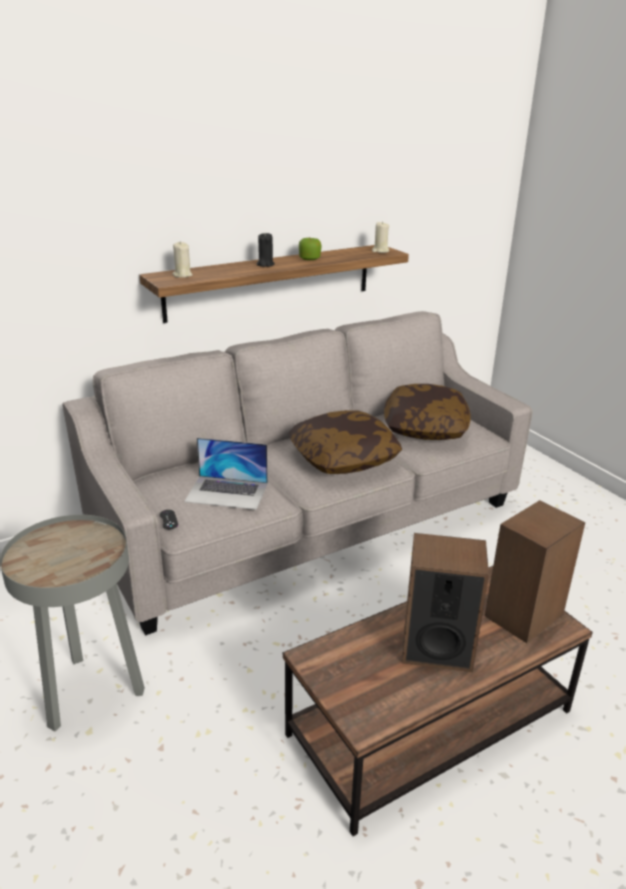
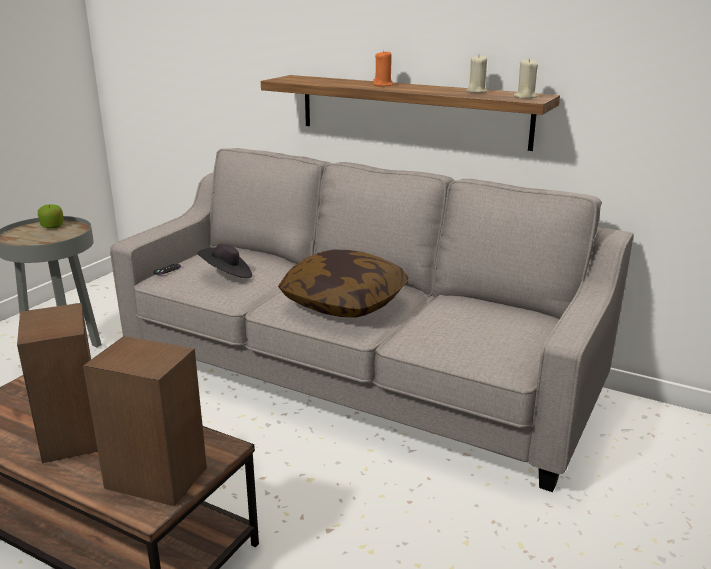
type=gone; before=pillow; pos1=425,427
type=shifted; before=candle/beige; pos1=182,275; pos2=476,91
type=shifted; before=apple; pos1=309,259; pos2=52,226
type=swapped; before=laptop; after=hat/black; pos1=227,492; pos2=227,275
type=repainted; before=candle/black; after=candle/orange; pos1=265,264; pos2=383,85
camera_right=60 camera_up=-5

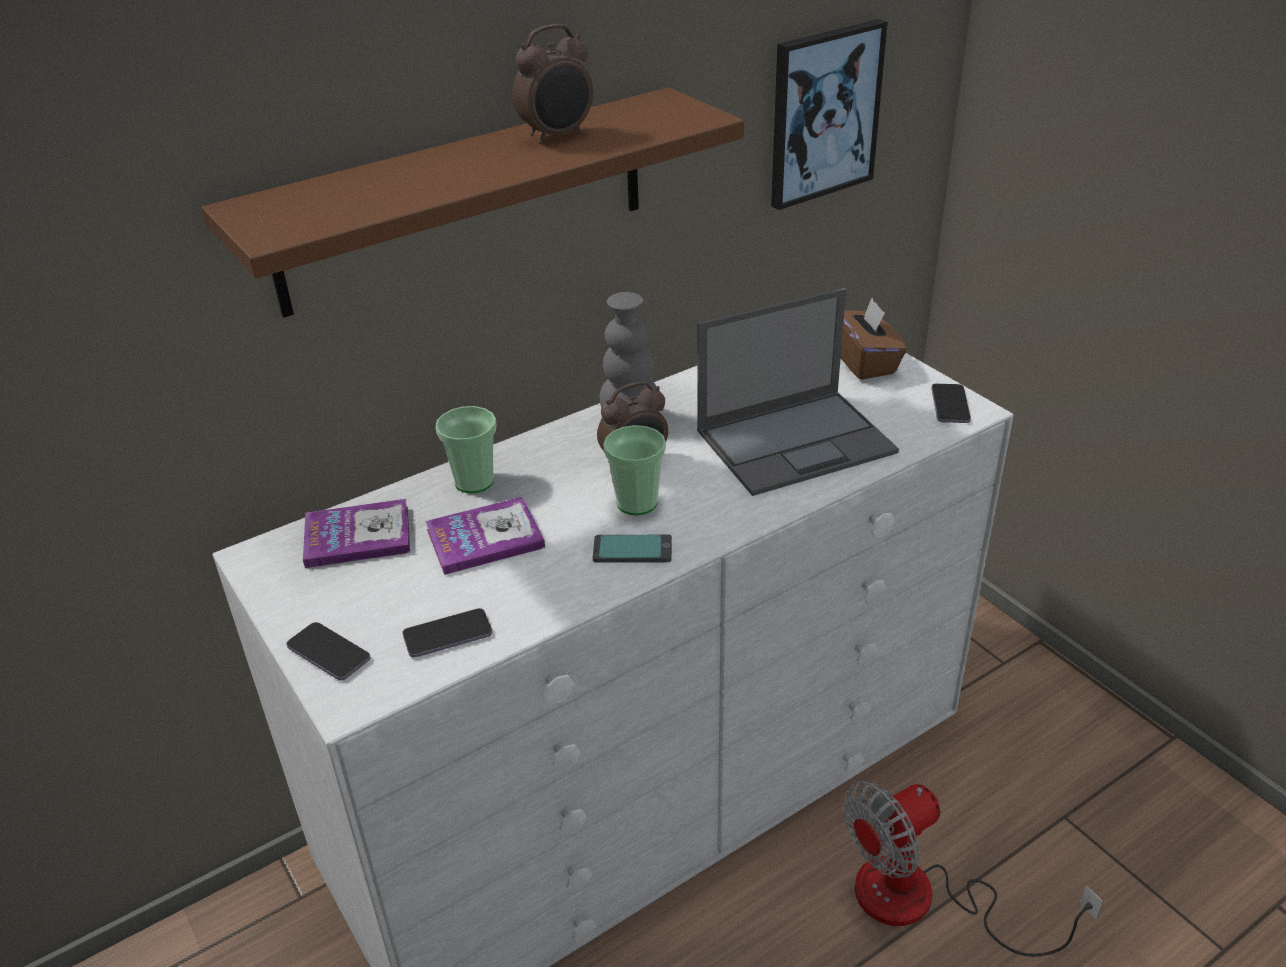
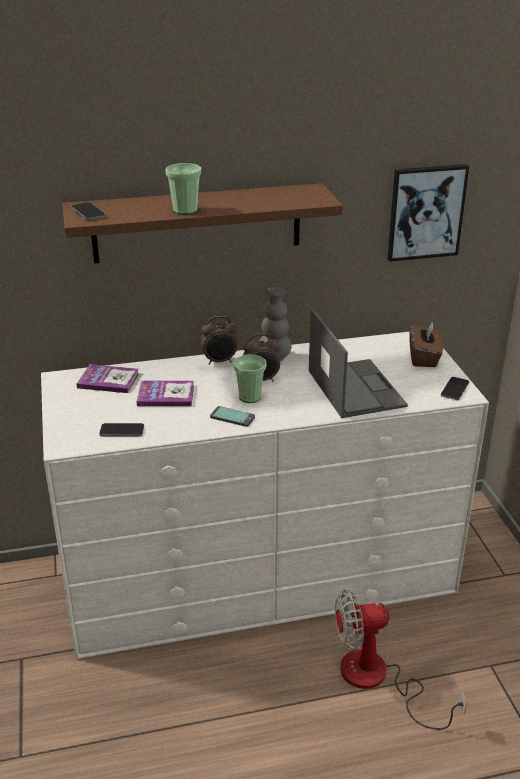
type=shifted; before=phone; pos1=329,653; pos2=88,213
type=shifted; before=cup; pos1=474,481; pos2=185,210
type=shifted; before=alarm clock; pos1=558,136; pos2=220,361
type=rotated; before=laptop; pos1=797,441; pos2=354,388; turn=-105
camera_right=20 camera_up=-5

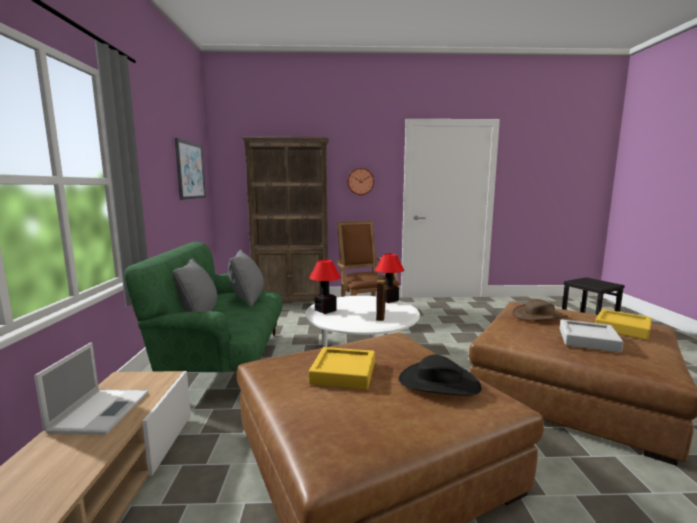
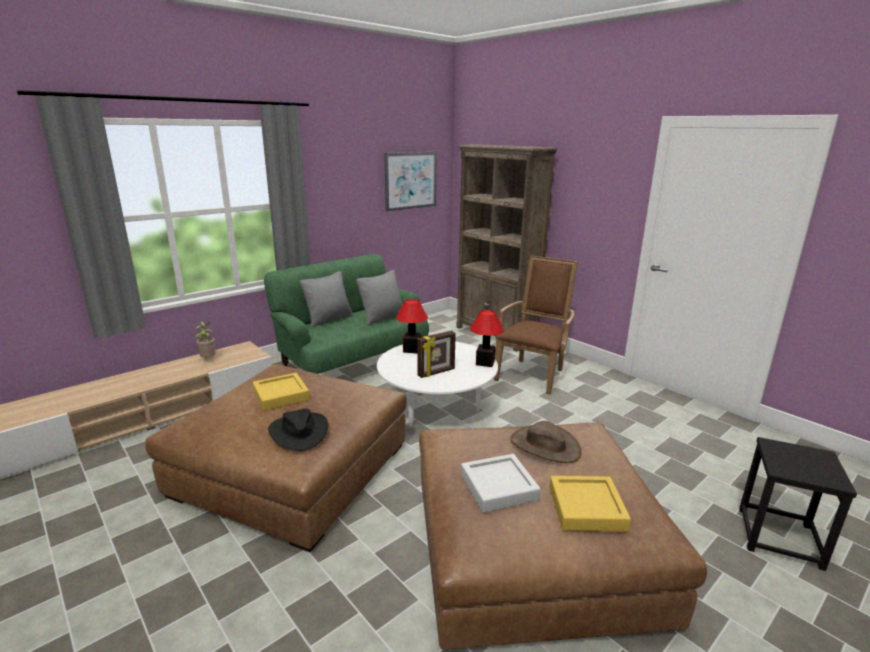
type=gone; before=wall clock; pos1=360,181
type=swapped; before=laptop; after=potted plant; pos1=101,410; pos2=208,359
camera_right=50 camera_up=10

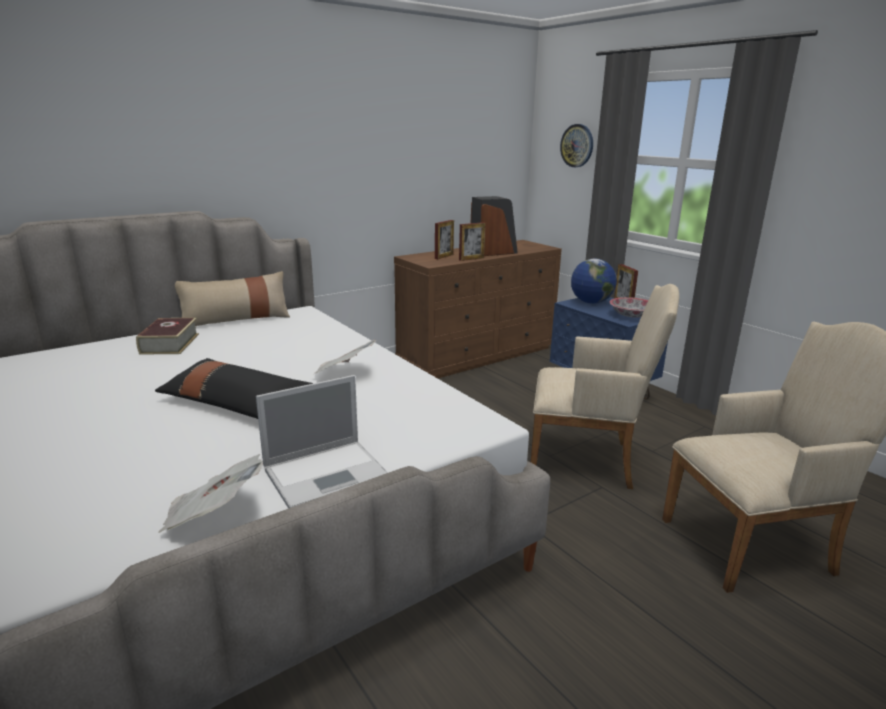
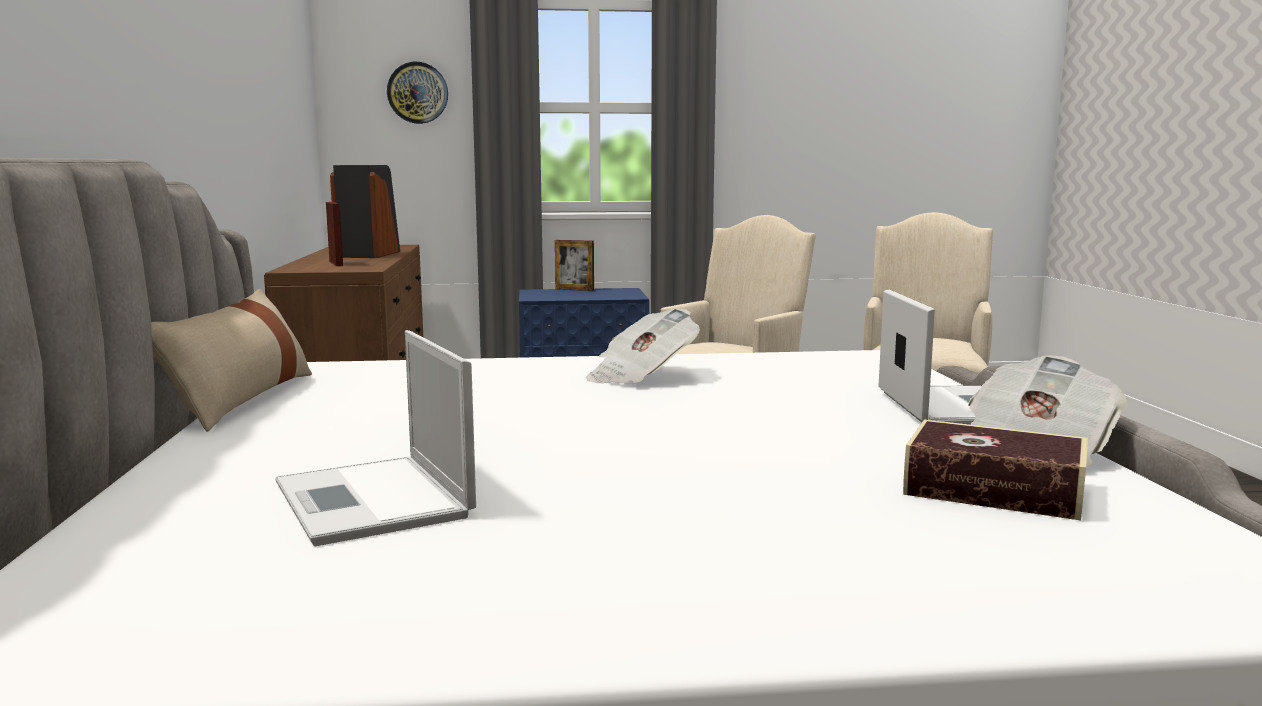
type=gone; before=pillow/black; pos1=236,404
type=gone; before=picture frame; pos1=471,259
type=gone; before=globe; pos1=591,302
type=gone; before=bowl; pos1=631,315
type=new; after=laptop; pos2=374,501
type=shifted; before=book; pos1=170,343; pos2=994,490
camera_right=-60 camera_up=-10

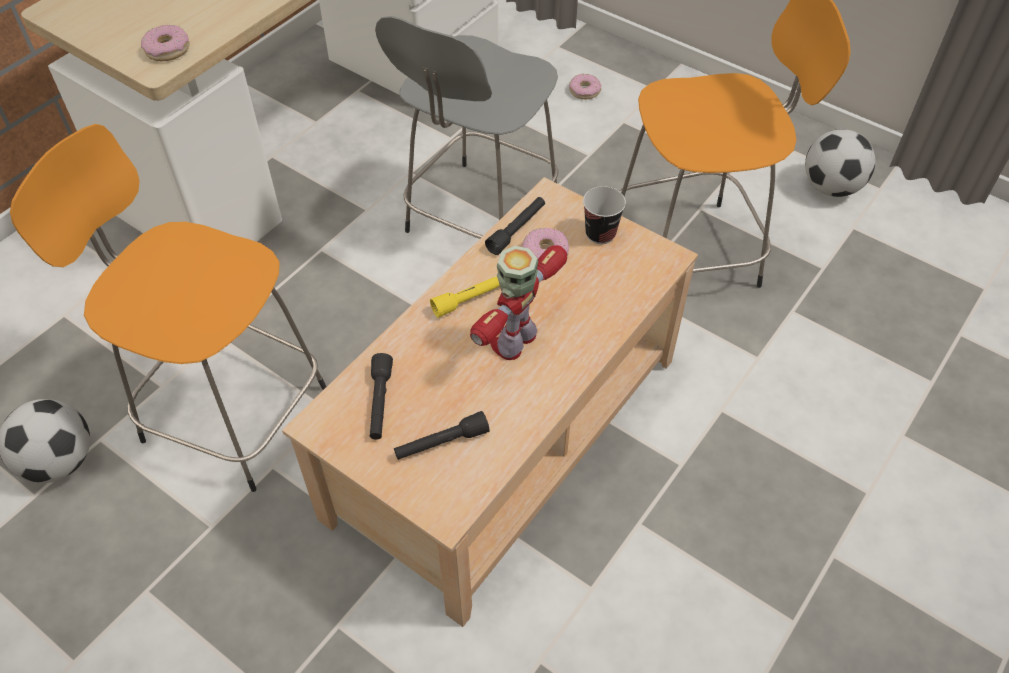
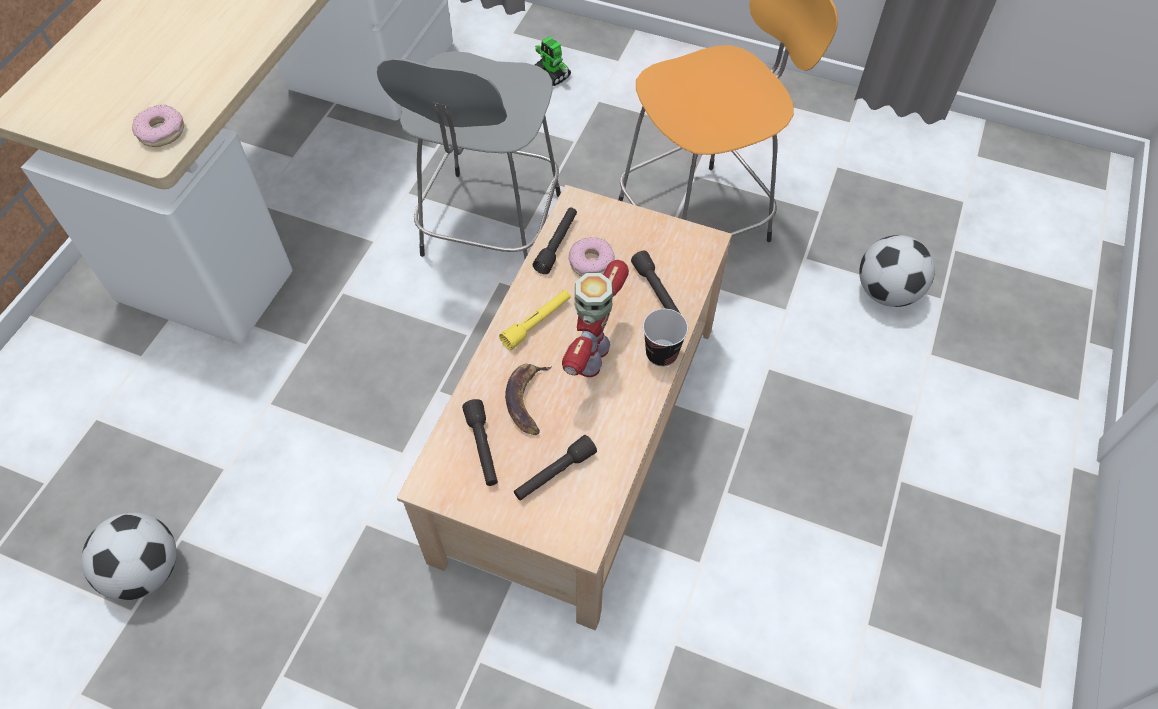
type=gone; before=stool/orange; pos1=229,411
type=new; after=banana; pos2=527,400
type=new; after=flashlight/black; pos2=656,292
type=shifted; before=cup; pos1=600,234; pos2=661,354
type=shifted; before=football; pos1=830,187; pos2=886,292
type=swapped; before=donut; after=toy robot; pos1=584,91; pos2=552,75
camera_right=-15 camera_up=5

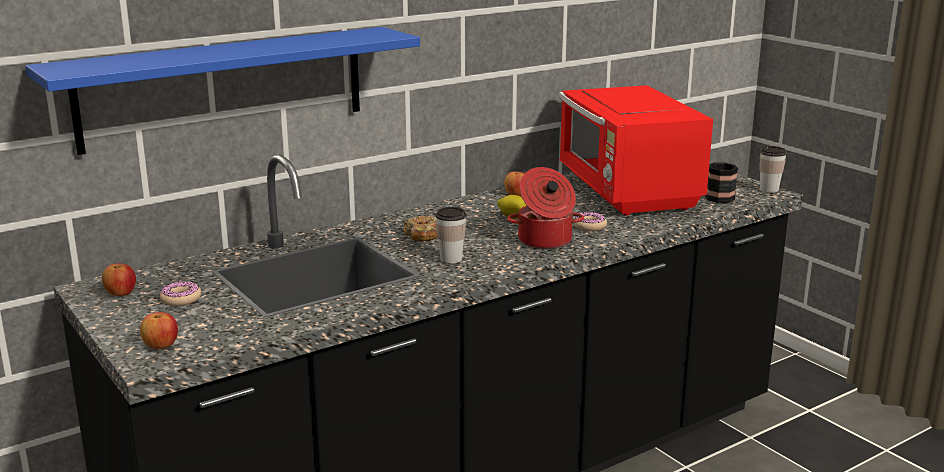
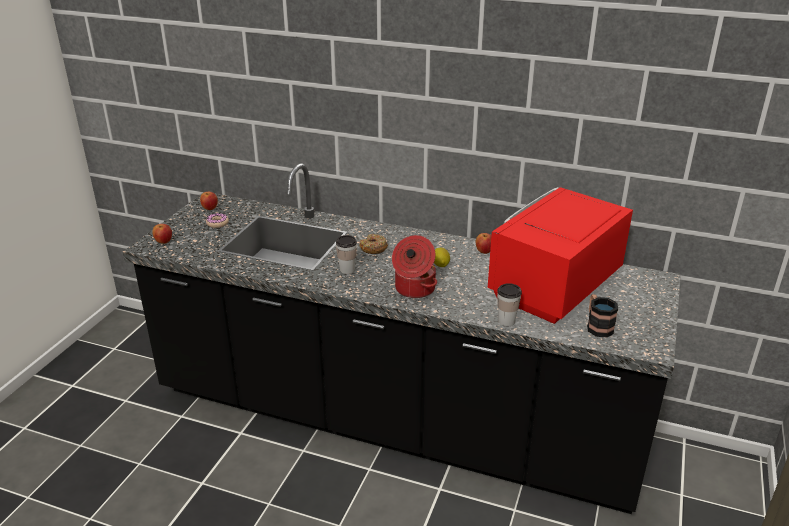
type=gone; before=shelf/blue; pos1=224,88
type=gone; before=donut; pos1=590,226
type=shifted; before=cup; pos1=769,189; pos2=506,321
camera_right=55 camera_up=10

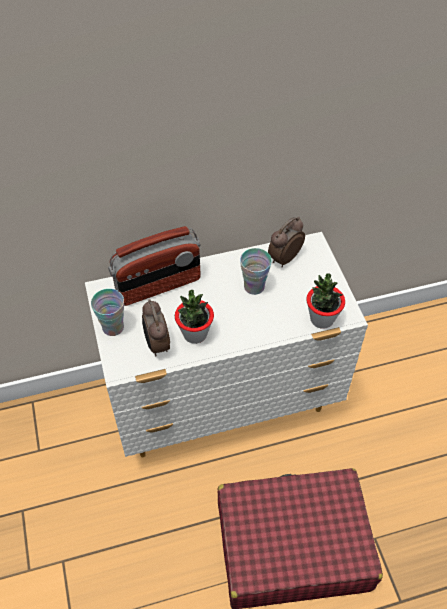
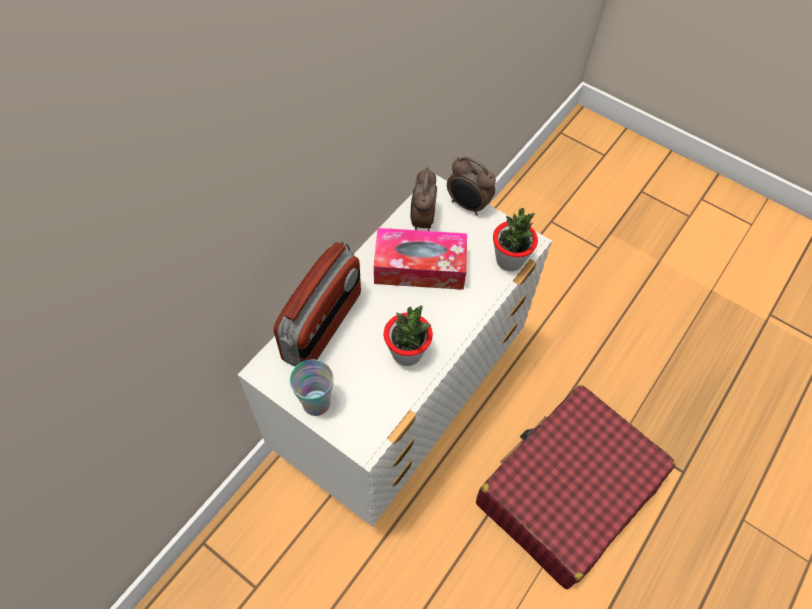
type=shifted; before=alarm clock; pos1=157,344; pos2=467,205
type=swapped; before=cup; after=tissue box; pos1=254,286; pos2=419,267
camera_right=-40 camera_up=5

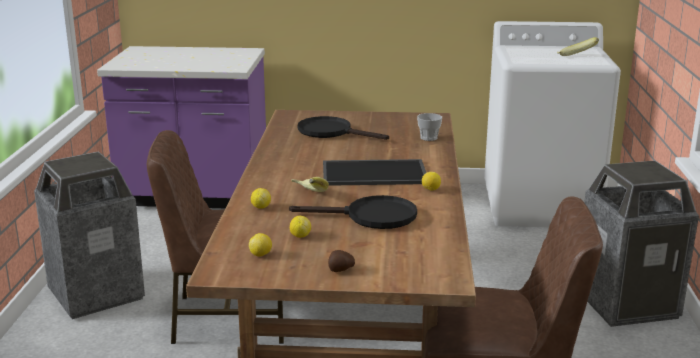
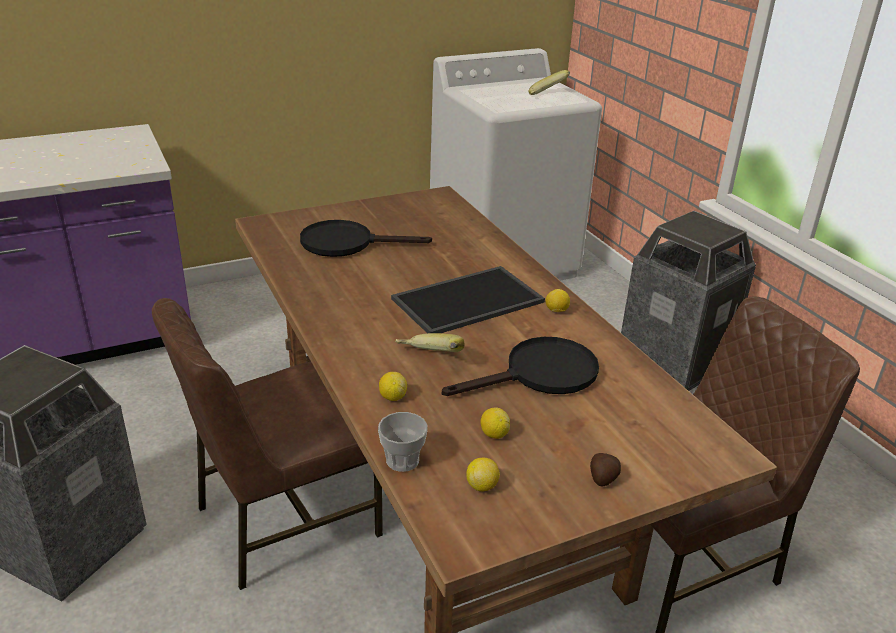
type=shifted; before=cup; pos1=428,138; pos2=402,460
camera_right=-30 camera_up=10

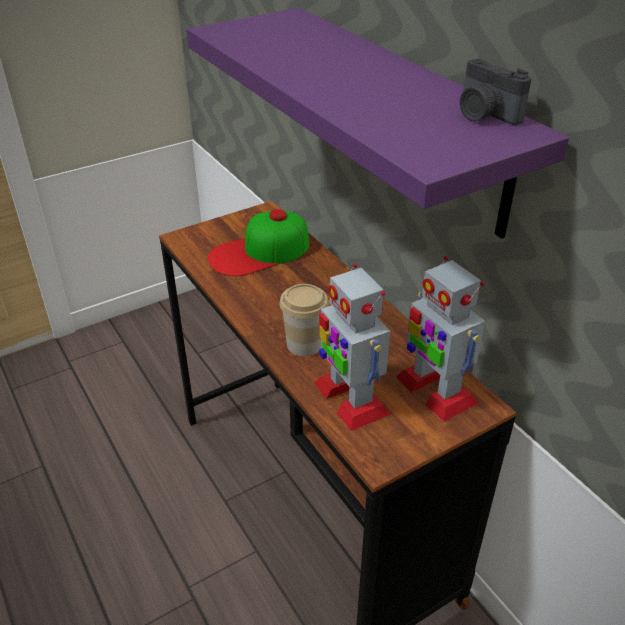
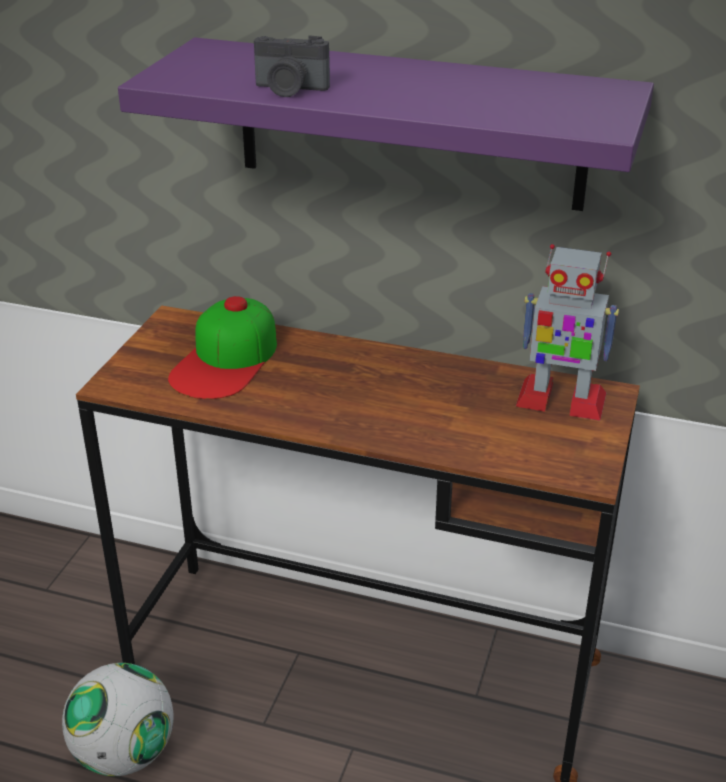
type=gone; before=cup; pos1=304,344
type=gone; before=toy robot; pos1=350,398
type=new; after=football; pos2=125,754
type=shifted; before=photo camera; pos1=484,115; pos2=290,90
camera_right=-40 camera_up=-5

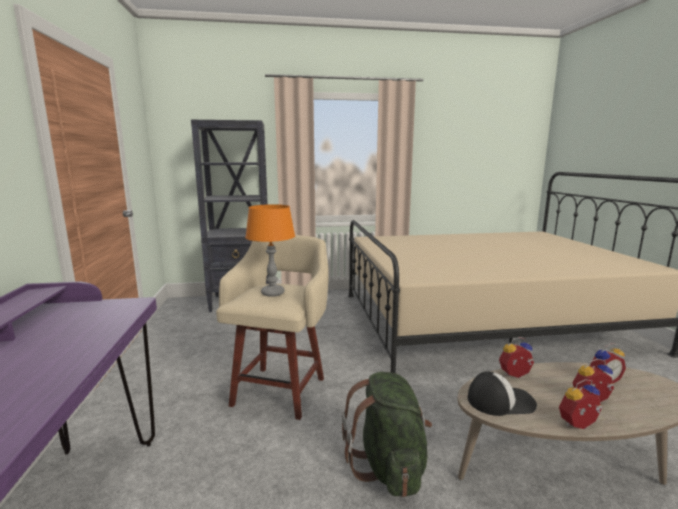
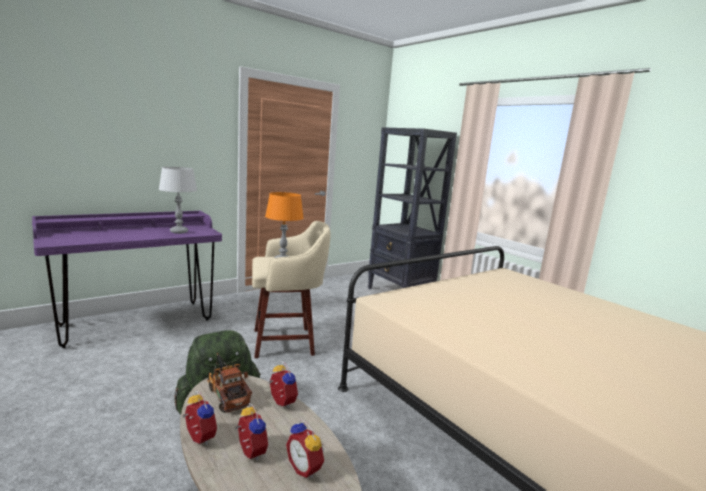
type=new; after=table lamp/grey; pos2=179,232
type=swapped; before=cap; after=toy truck; pos1=500,400; pos2=227,394
camera_right=60 camera_up=0

